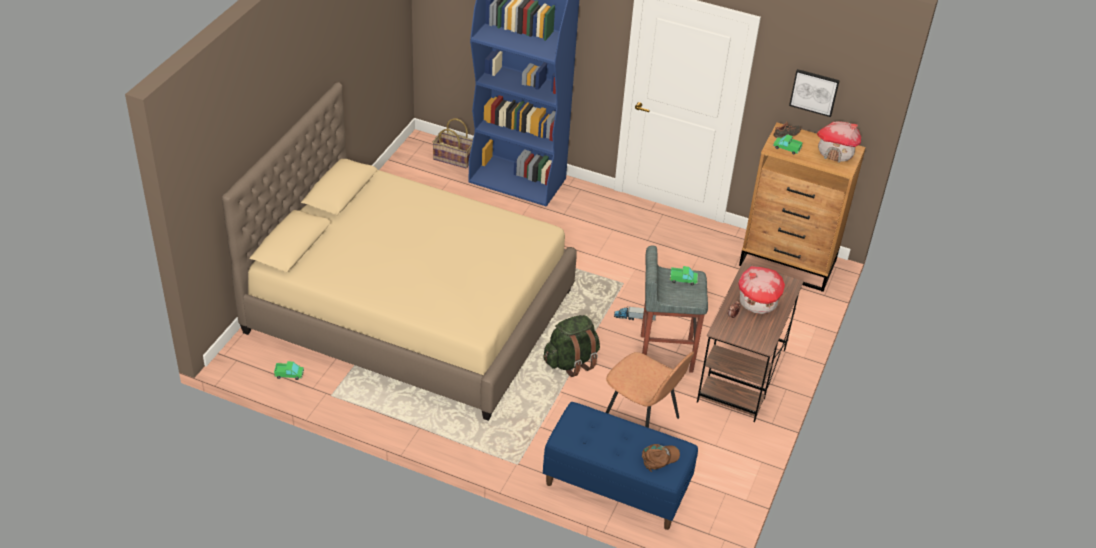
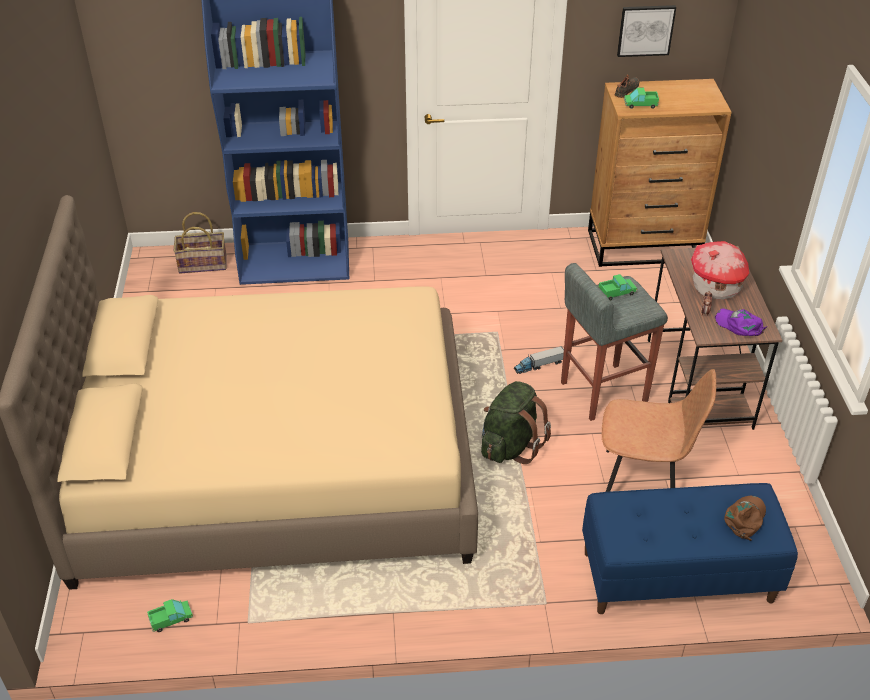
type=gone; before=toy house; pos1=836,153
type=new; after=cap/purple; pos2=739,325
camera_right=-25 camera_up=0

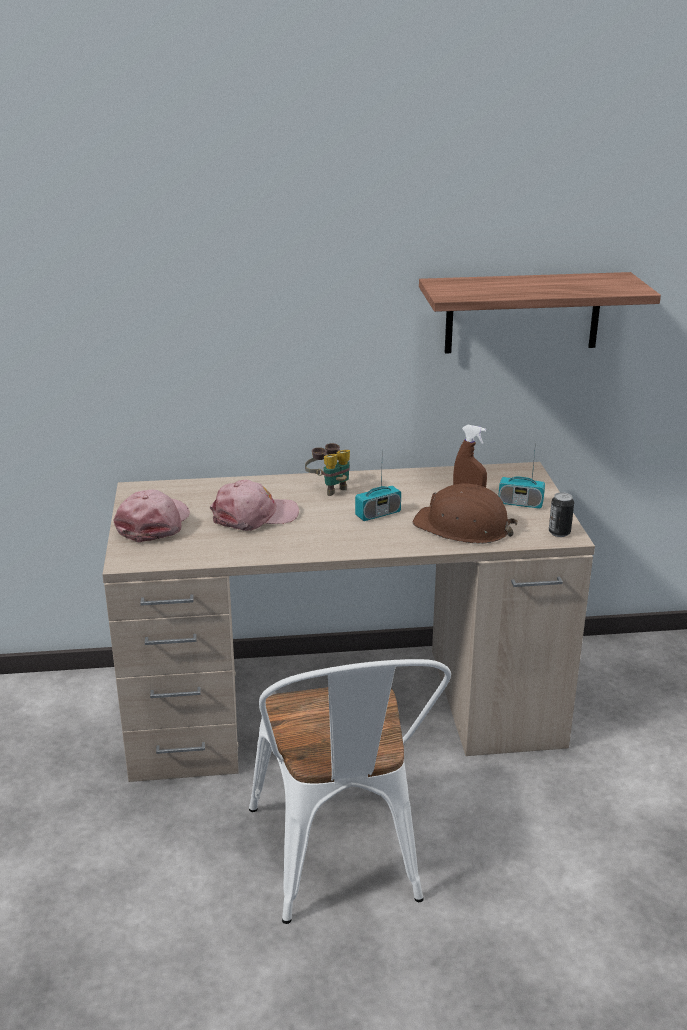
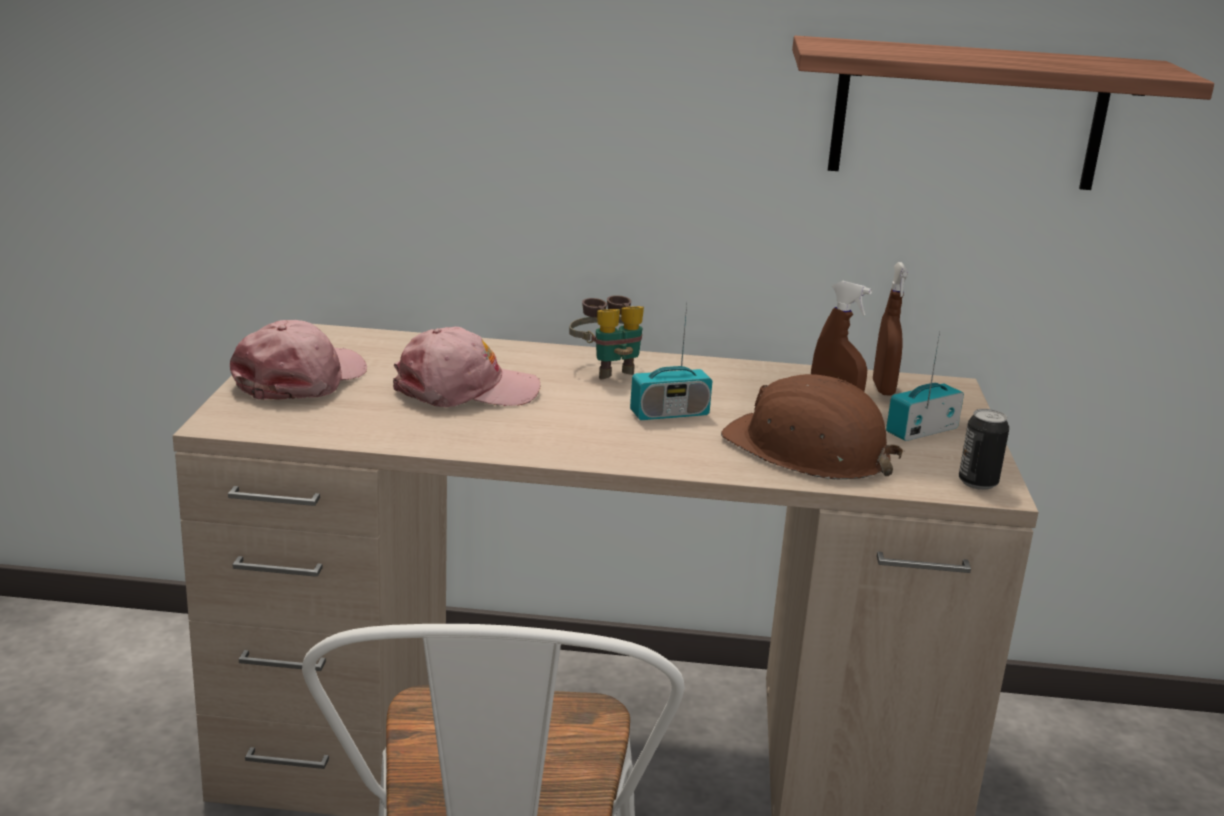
type=new; after=spray bottle/brown; pos2=883,388
type=rotated; before=radio; pos1=520,503; pos2=921,431; turn=120
camera_right=10 camera_up=-5

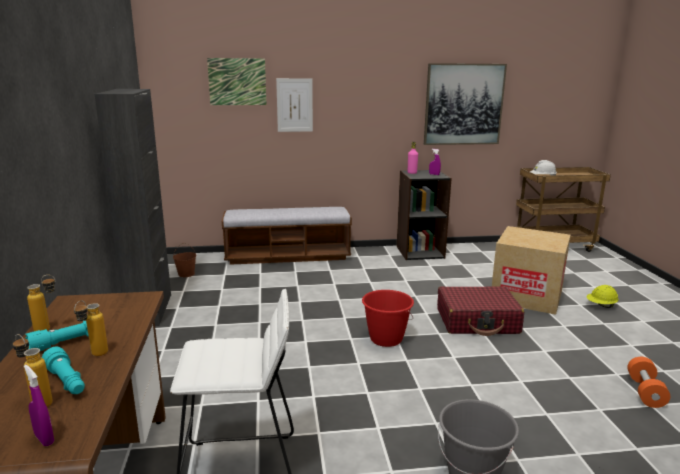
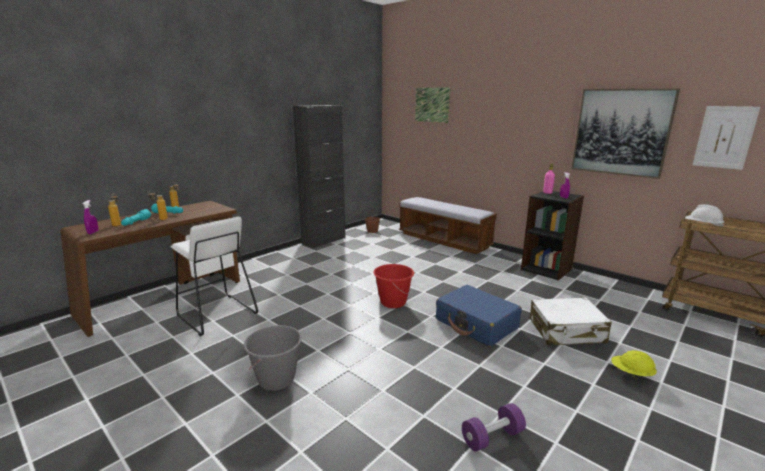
type=shifted; before=picture; pos1=294,105; pos2=724,137
type=swapped; before=cardboard box; after=suitcase/white; pos1=526,296; pos2=566,331
type=repainted; before=suitcase/red; after=suitcase/blue; pos1=477,321; pos2=476,324
type=repainted; before=dumbbell/orange; after=dumbbell/purple; pos1=645,392; pos2=492,437
camera_right=50 camera_up=0

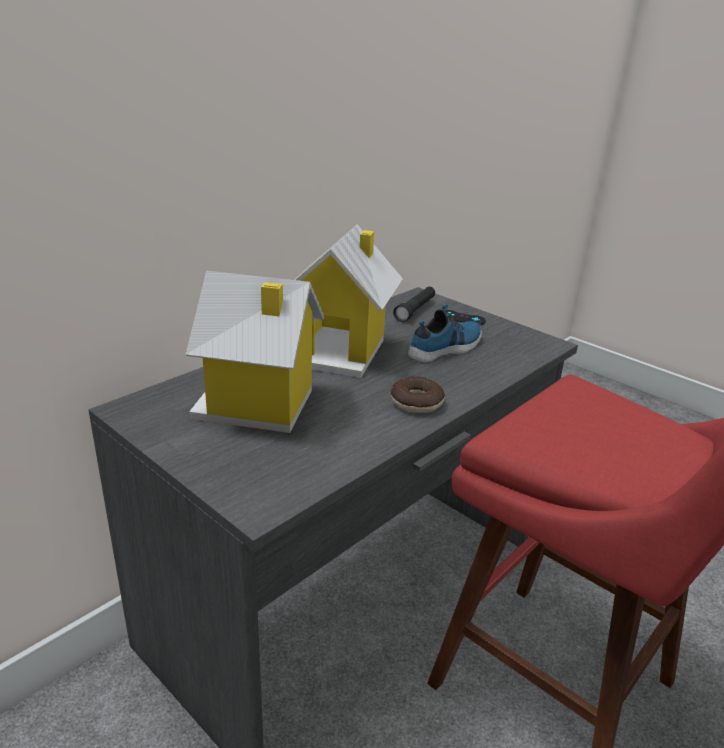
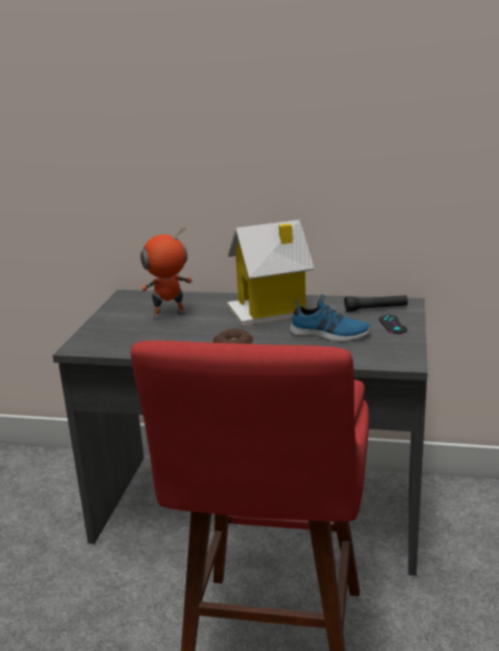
type=swapped; before=toy house; after=toy robot; pos1=258,406; pos2=169,316
camera_right=60 camera_up=-5

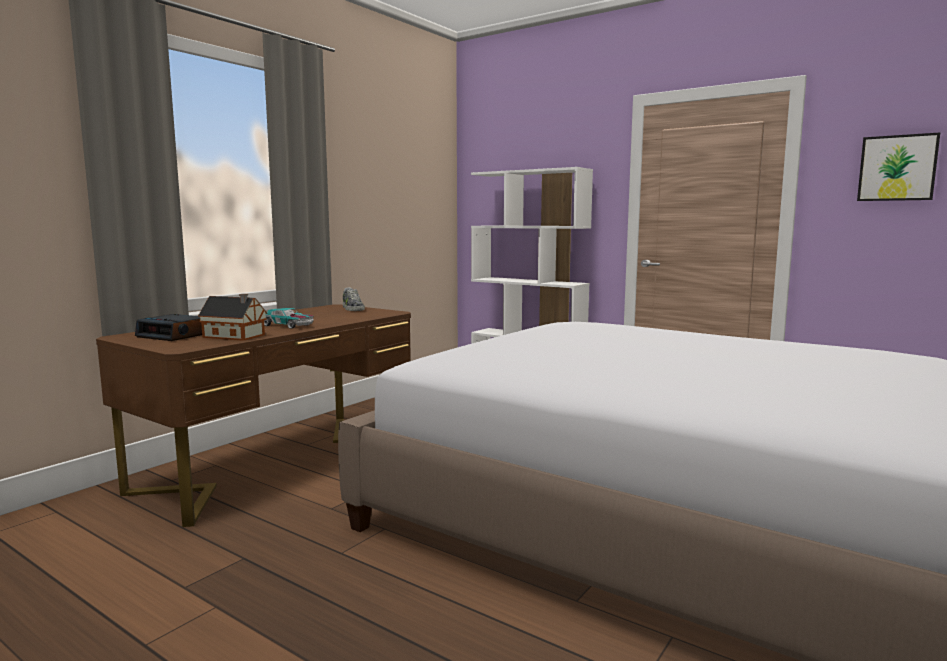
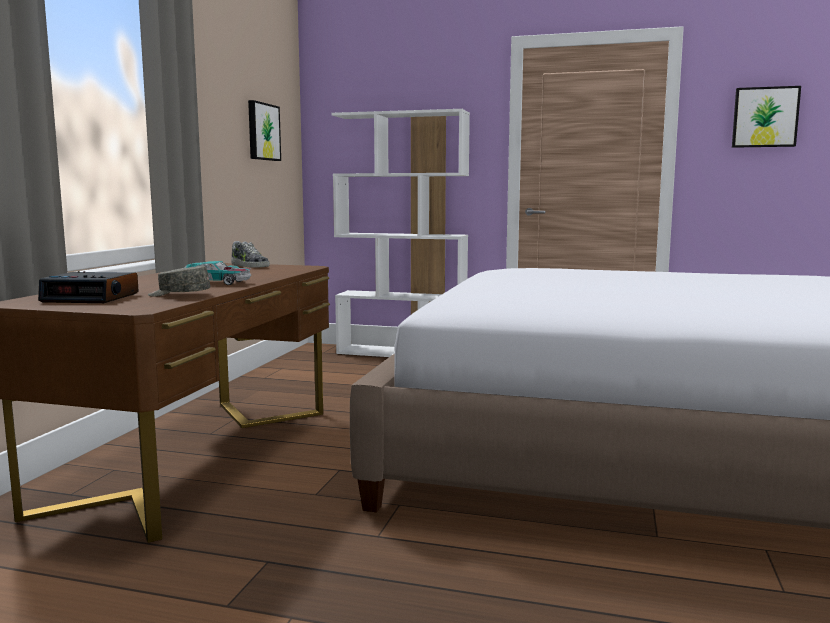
type=new; after=picture; pos2=262,132
type=swapped; before=toy house; after=cap/grey; pos1=235,336; pos2=179,295
camera_right=-20 camera_up=0

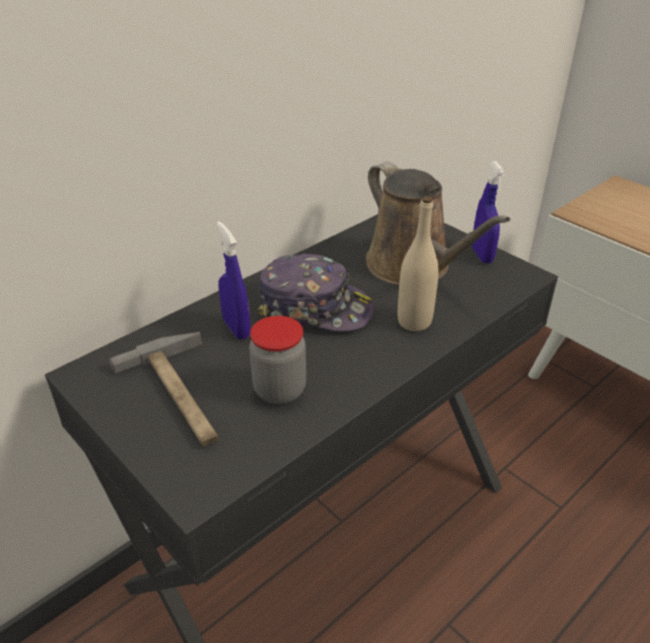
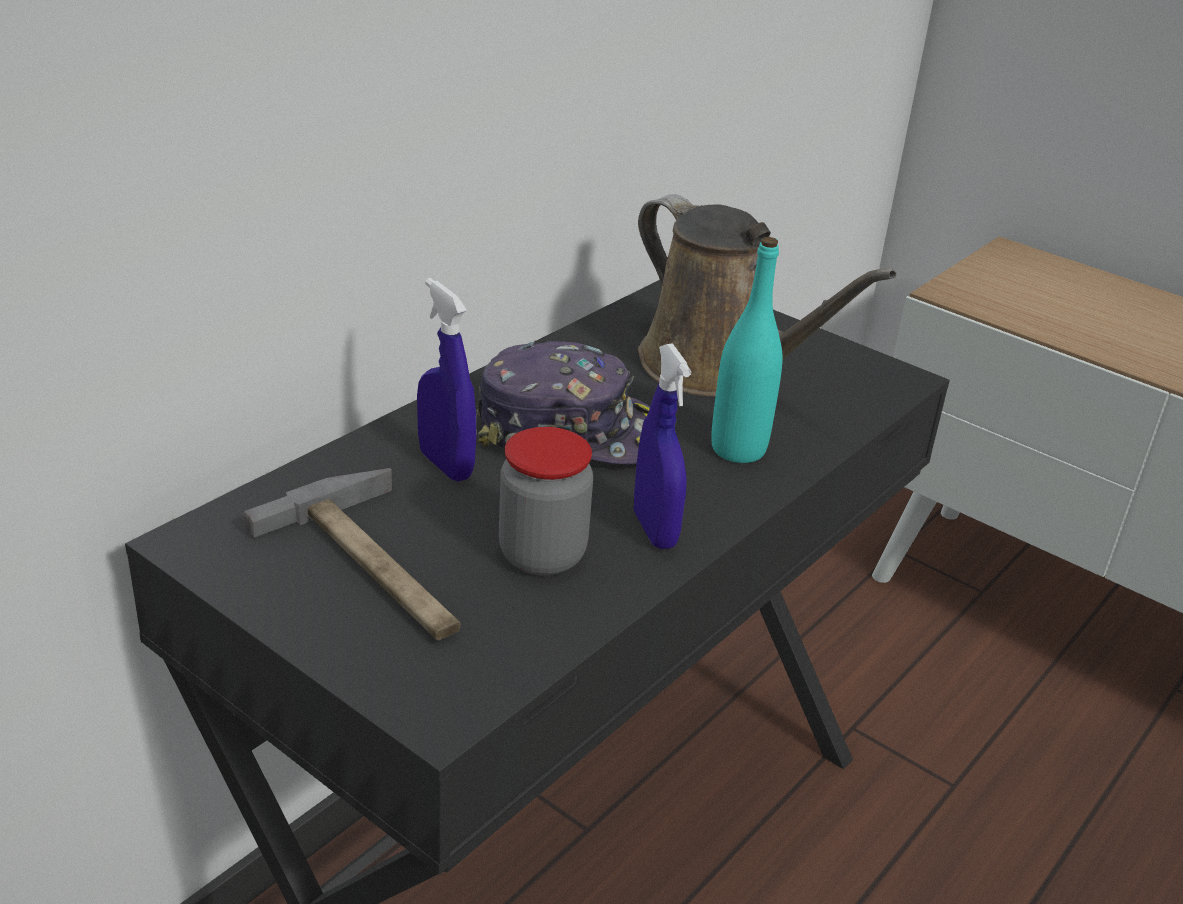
type=shifted; before=spray bottle/blue; pos1=482,255; pos2=654,530
type=repainted; before=bottle/beige; after=bottle/turquoise; pos1=414,322; pos2=738,449
camera_right=-10 camera_up=-5

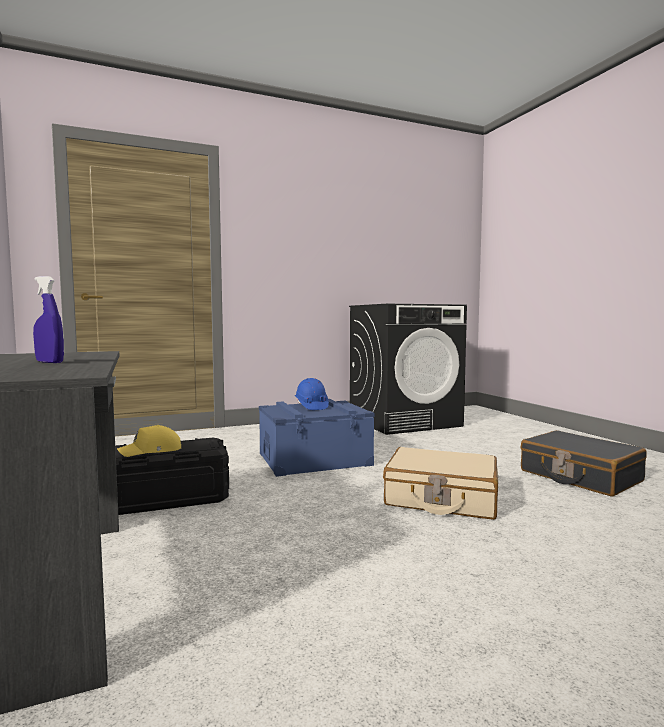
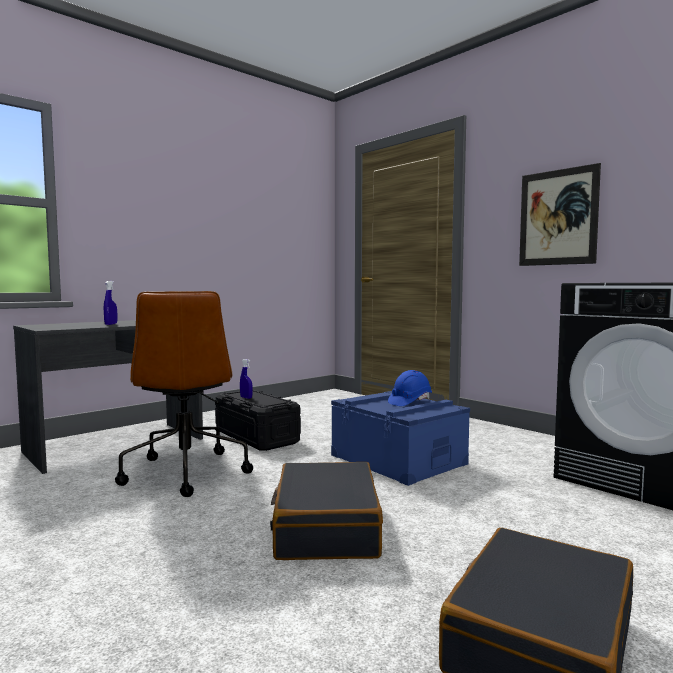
type=new; after=office chair/brown; pos2=185,472
type=new; after=picture; pos2=557,217
type=swapped; before=cap/yellow; after=spray bottle/blue; pos1=152,451; pos2=246,398
type=repainted; before=suitcase/beige; after=suitcase/black; pos1=441,498; pos2=325,528
camera_right=70 camera_up=0

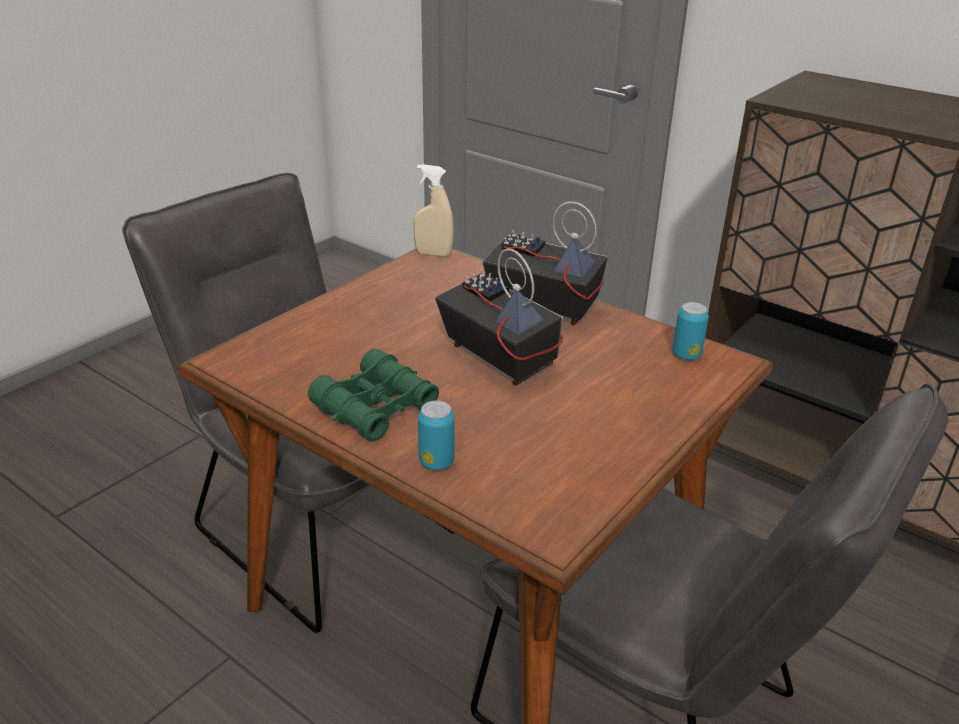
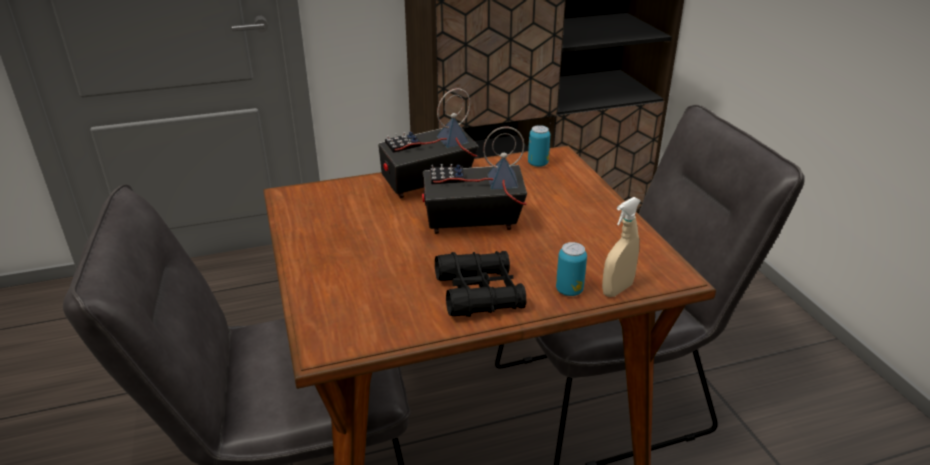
type=shifted; before=spray bottle/beige; pos1=433,254; pos2=617,289
type=repainted; before=binoculars/green; after=binoculars/black; pos1=375,407; pos2=479,293
camera_right=-55 camera_up=0

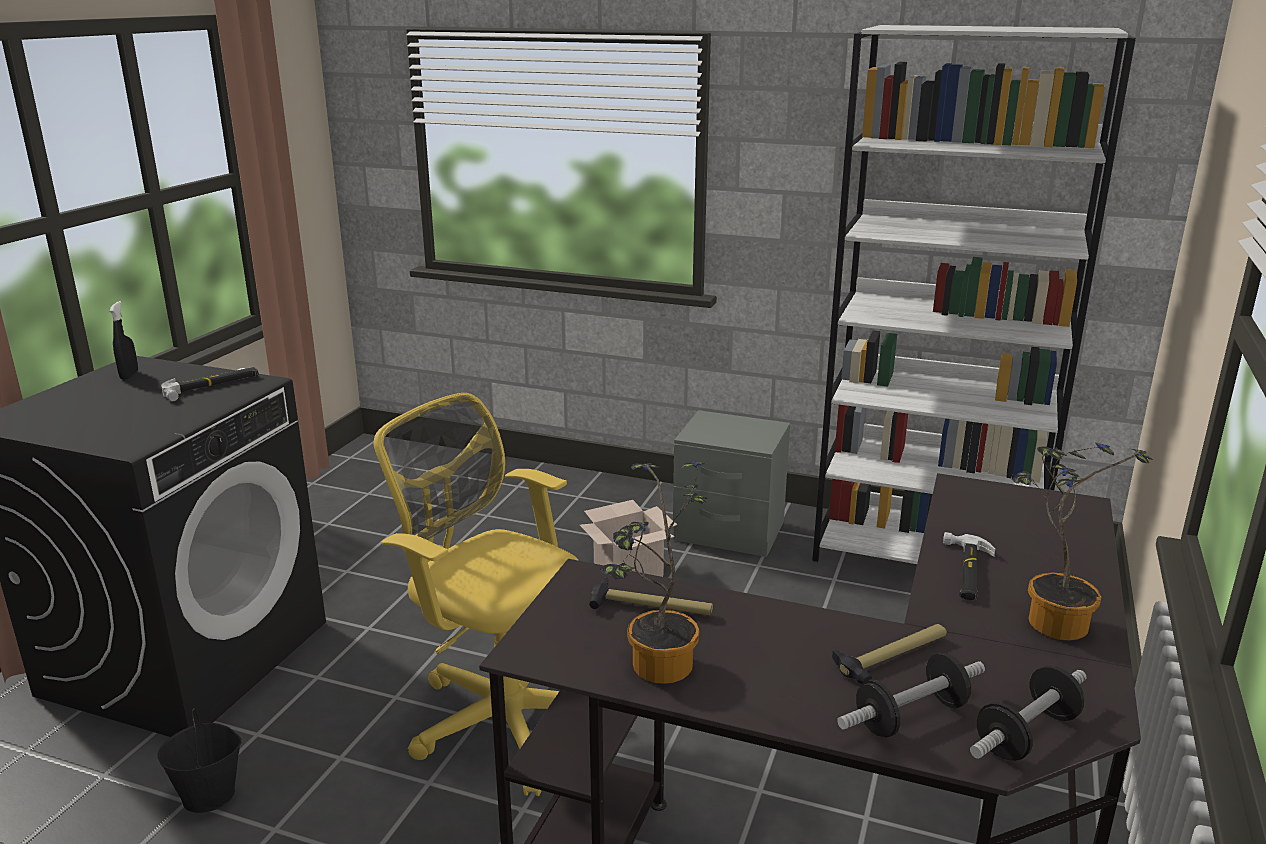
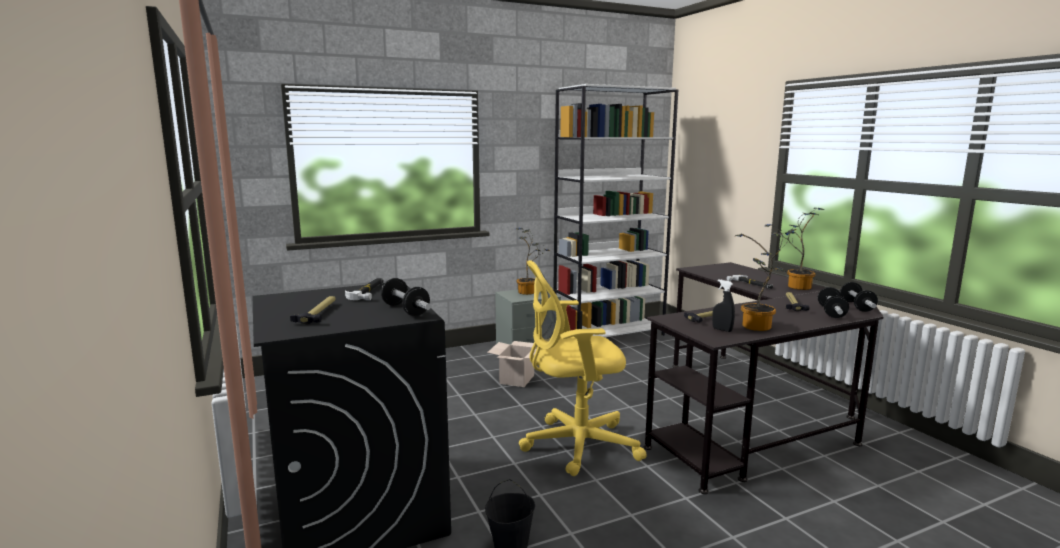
type=new; after=hammer; pos2=318,314
type=new; after=dumbbell; pos2=405,310
type=new; after=potted plant; pos2=529,292
type=shifted; before=spray bottle/black; pos1=129,375; pos2=722,330
camera_right=-45 camera_up=-10

